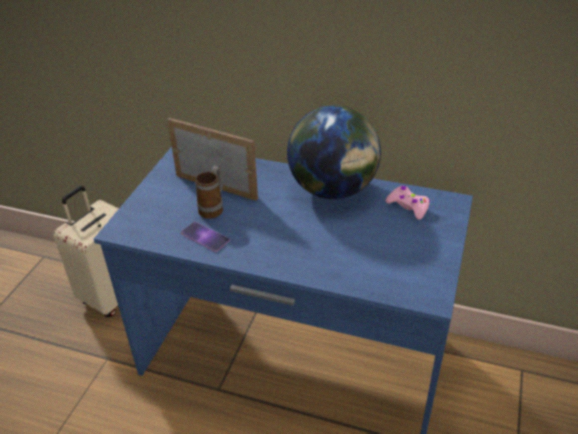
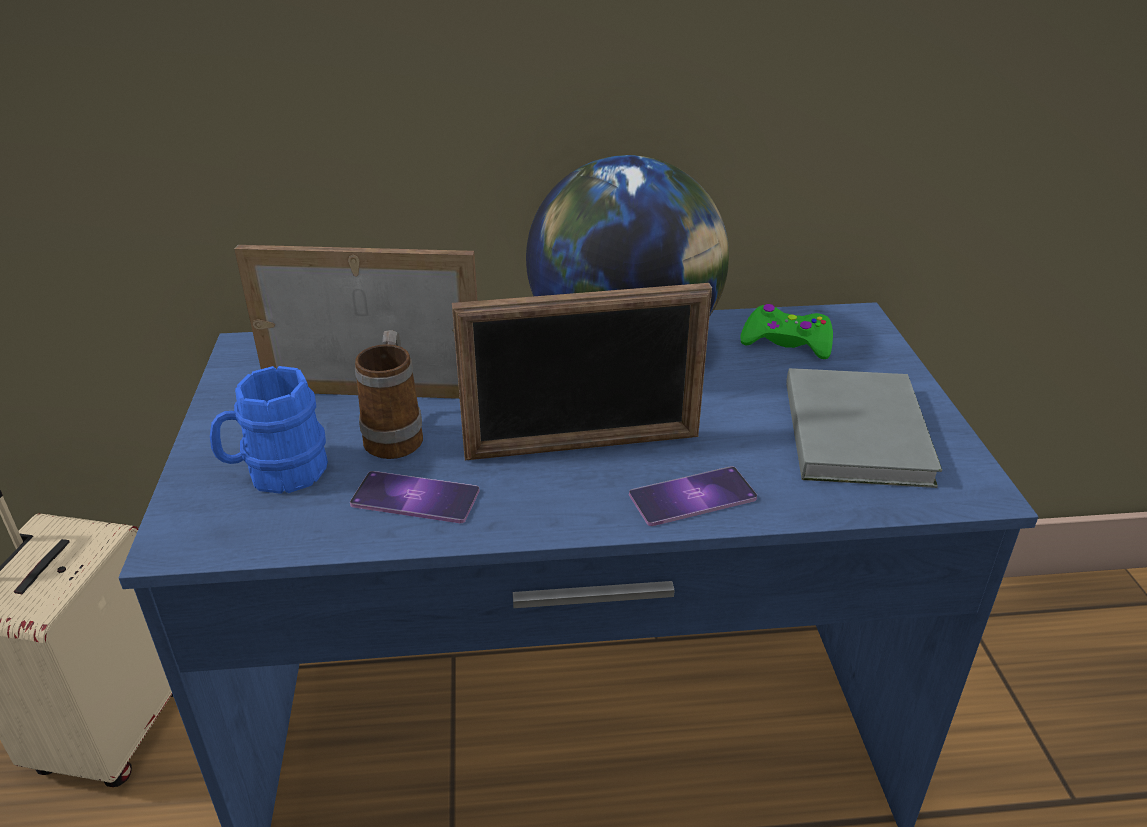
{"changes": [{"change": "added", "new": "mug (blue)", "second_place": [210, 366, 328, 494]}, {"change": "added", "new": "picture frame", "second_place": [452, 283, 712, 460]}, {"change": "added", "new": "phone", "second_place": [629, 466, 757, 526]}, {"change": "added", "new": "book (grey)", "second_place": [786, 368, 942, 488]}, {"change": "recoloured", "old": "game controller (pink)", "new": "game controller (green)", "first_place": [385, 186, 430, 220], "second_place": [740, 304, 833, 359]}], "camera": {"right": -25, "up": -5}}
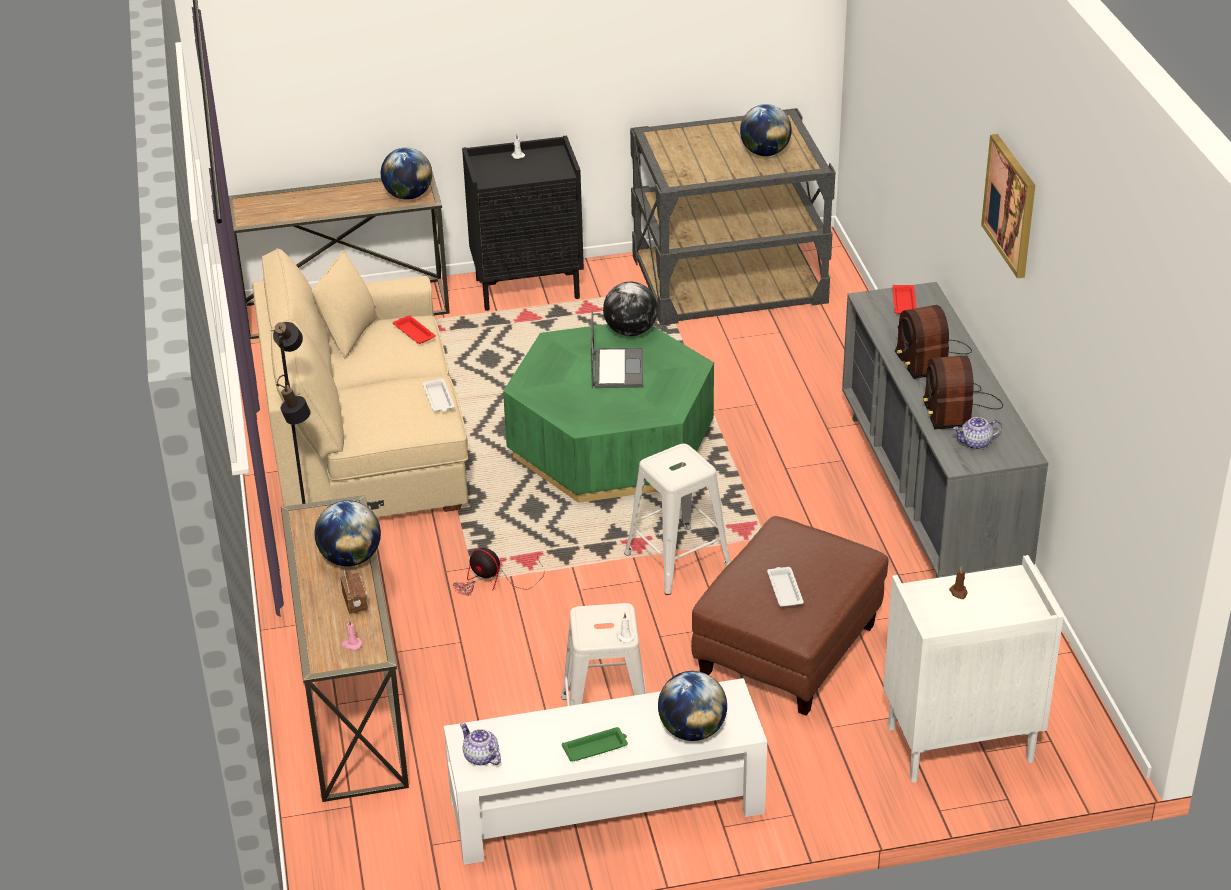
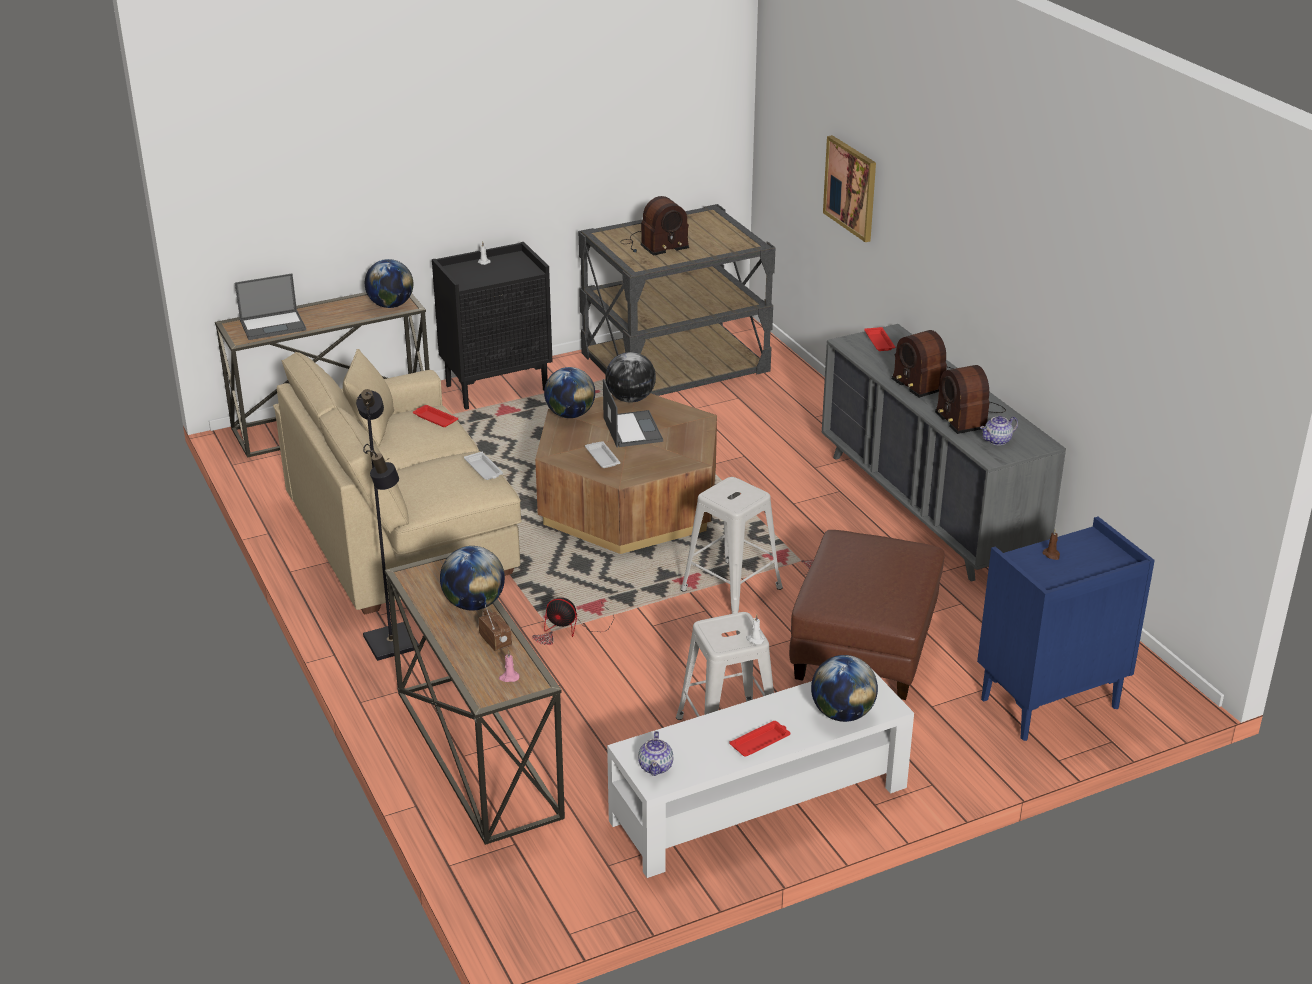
{"changes": [{"change": "added", "new": "laptop", "second_place": [235, 274, 306, 340]}, {"change": "added", "new": "radio", "second_place": [621, 196, 689, 256]}, {"change": "moved", "old": "globe", "first_place": [740, 104, 792, 156], "second_place": [544, 367, 595, 418]}, {"change": "moved", "old": "tray (white)", "first_place": [767, 567, 804, 607], "second_place": [585, 441, 620, 468]}, {"change": "moved", "old": "picture", "first_place": [981, 134, 1035, 279], "second_place": [823, 135, 876, 242]}, {"change": "recoloured", "old": "coffee table (green)", "new": "coffee table (brown)", "first_place": [503, 324, 714, 503], "second_place": [535, 393, 717, 554]}, {"change": "recoloured", "old": "tray (green)", "new": "tray (red)", "first_place": [562, 727, 628, 762], "second_place": [729, 721, 790, 756]}, {"change": "recoloured", "old": "cabinet (white)", "new": "cabinet (blue)", "first_place": [883, 555, 1063, 782], "second_place": [977, 516, 1155, 741]}, {"change": "turned", "old": "teapot", "first_place": [460, 723, 501, 766], "second_place": [638, 731, 673, 776], "degrees": -120}], "camera": {"right": -15, "up": -5}}
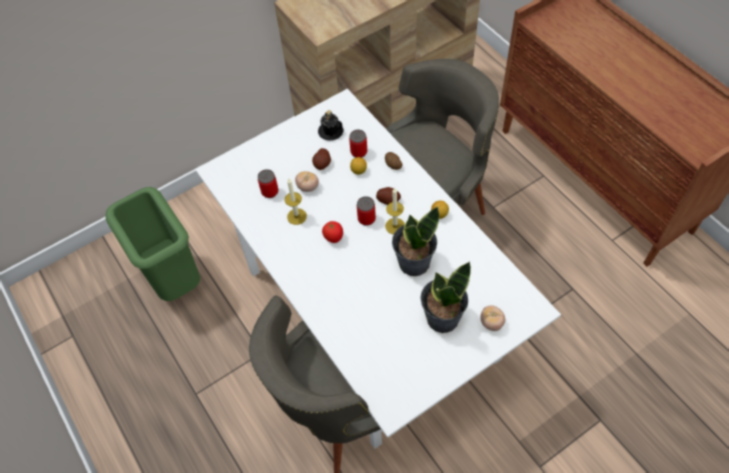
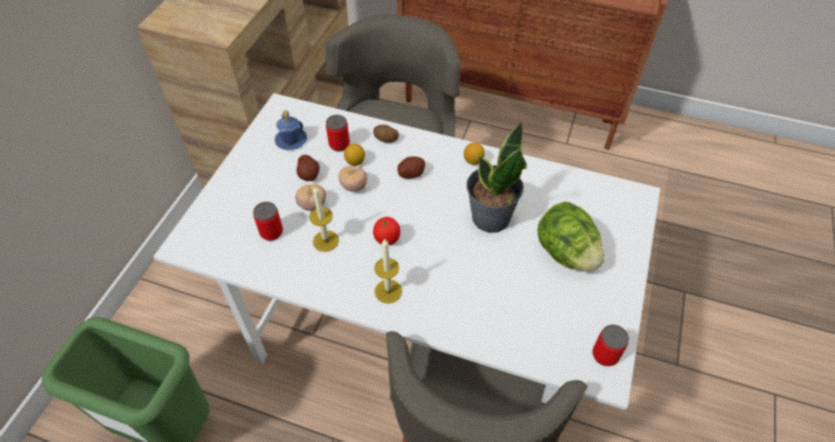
{"changes": [{"change": "moved", "old": "can", "first_place": [357, 196, 376, 226], "second_place": [592, 325, 629, 366]}, {"change": "moved", "old": "candle", "first_place": [385, 188, 405, 235], "second_place": [374, 238, 402, 304]}, {"change": "moved", "old": "tomato", "first_place": [480, 305, 505, 331], "second_place": [339, 166, 367, 192]}, {"change": "replaced", "old": "potted plant", "new": "lettuce", "first_place": [420, 262, 471, 333], "second_place": [538, 202, 604, 271]}, {"change": "recoloured", "old": "mug (black)", "new": "mug (blue)", "first_place": [318, 110, 343, 141], "second_place": [275, 110, 307, 150]}], "camera": {"right": -40, "up": -5}}
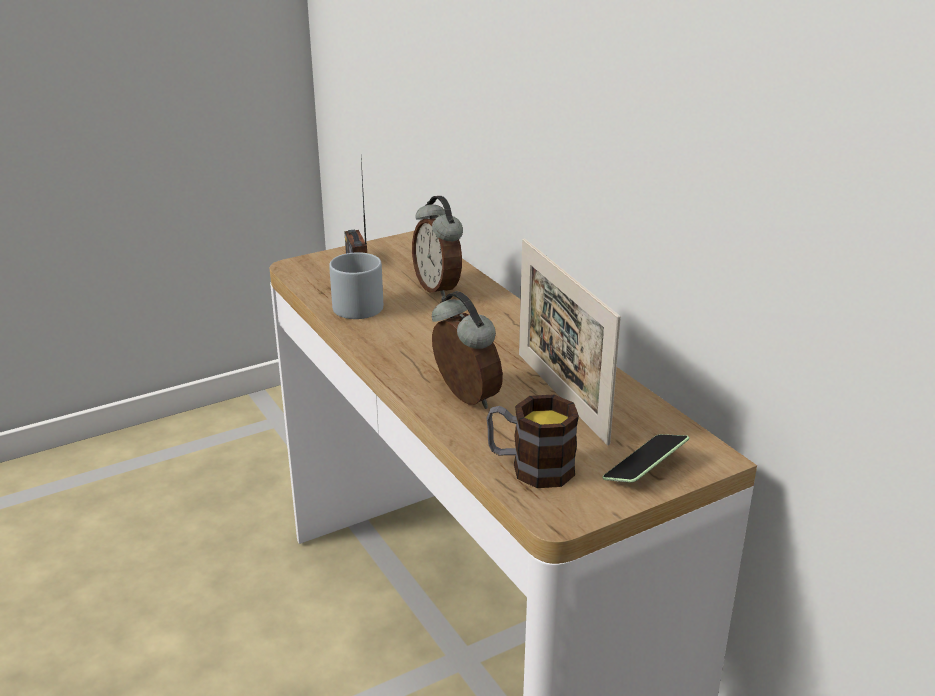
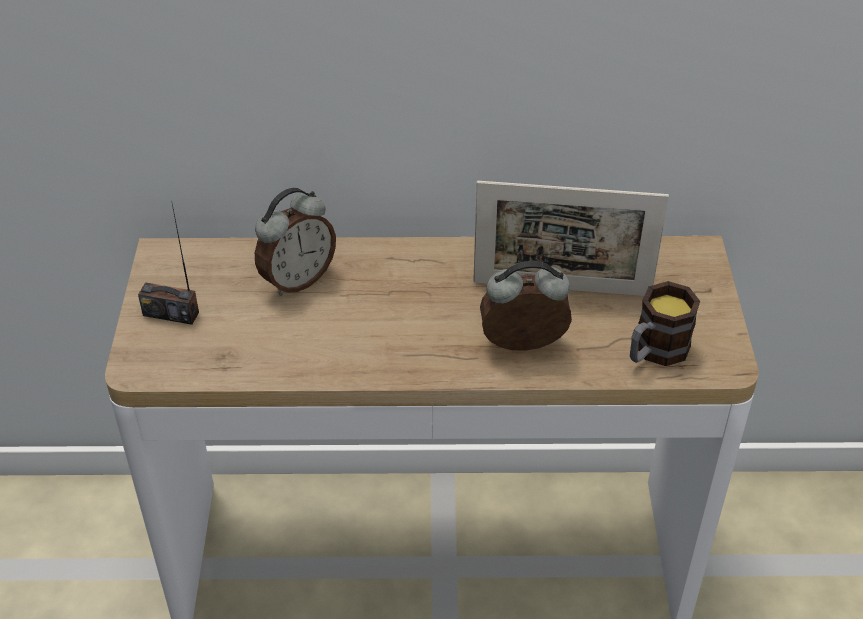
{"changes": [{"change": "removed", "old": "mug (grey)", "first_place": [329, 252, 383, 319]}, {"change": "removed", "old": "phone", "first_place": [603, 434, 689, 483]}, {"change": "turned", "old": "alarm clock", "first_place": [412, 196, 463, 297], "second_place": [255, 188, 336, 296], "degrees": -45}], "camera": {"right": -60, "up": 15}}
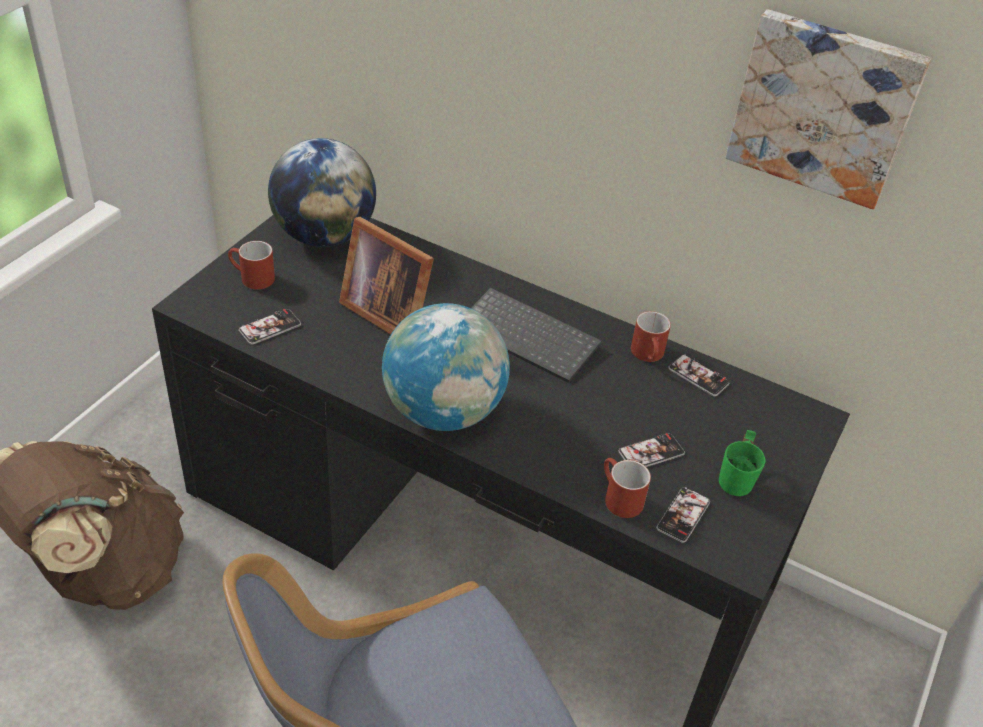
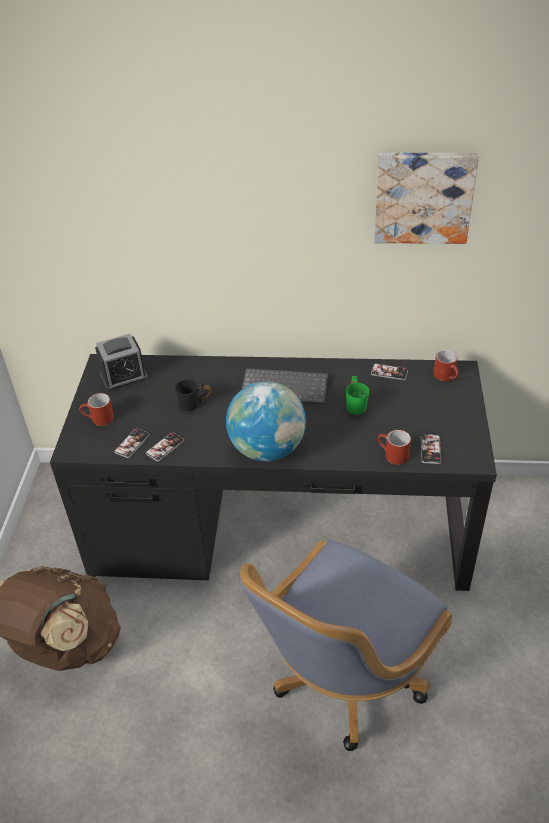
{"changes": [{"change": "moved", "old": "phone", "first_place": [619, 433, 685, 467], "second_place": [146, 432, 184, 461]}, {"change": "moved", "old": "mug (red)", "first_place": [631, 311, 671, 362], "second_place": [434, 350, 459, 381]}, {"change": "moved", "old": "mug (green)", "first_place": [719, 430, 765, 496], "second_place": [346, 376, 369, 415]}, {"change": "replaced", "old": "globe", "new": "alarm clock", "first_place": [268, 138, 376, 247], "second_place": [95, 334, 148, 392]}, {"change": "replaced", "old": "picture frame", "new": "mug (black)", "first_place": [339, 217, 434, 334], "second_place": [175, 379, 212, 411]}], "camera": {"right": -20, "up": 0}}
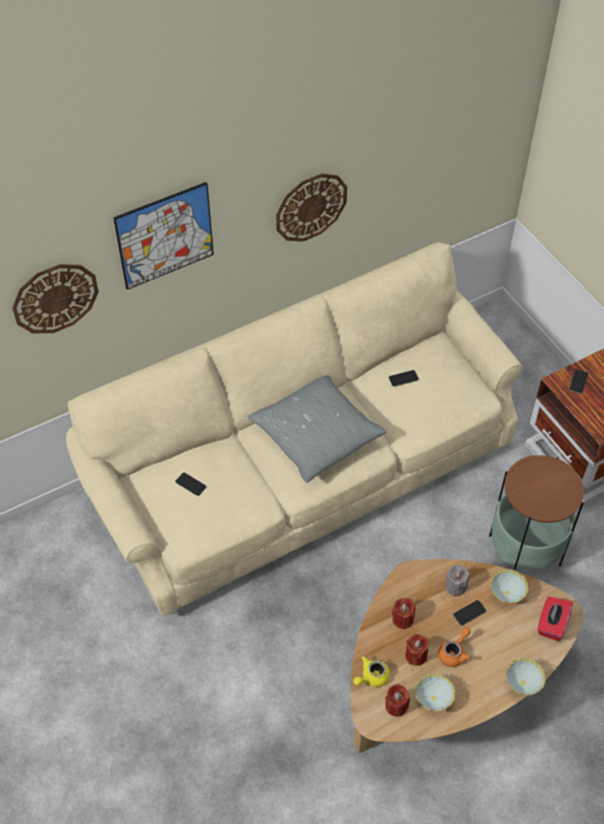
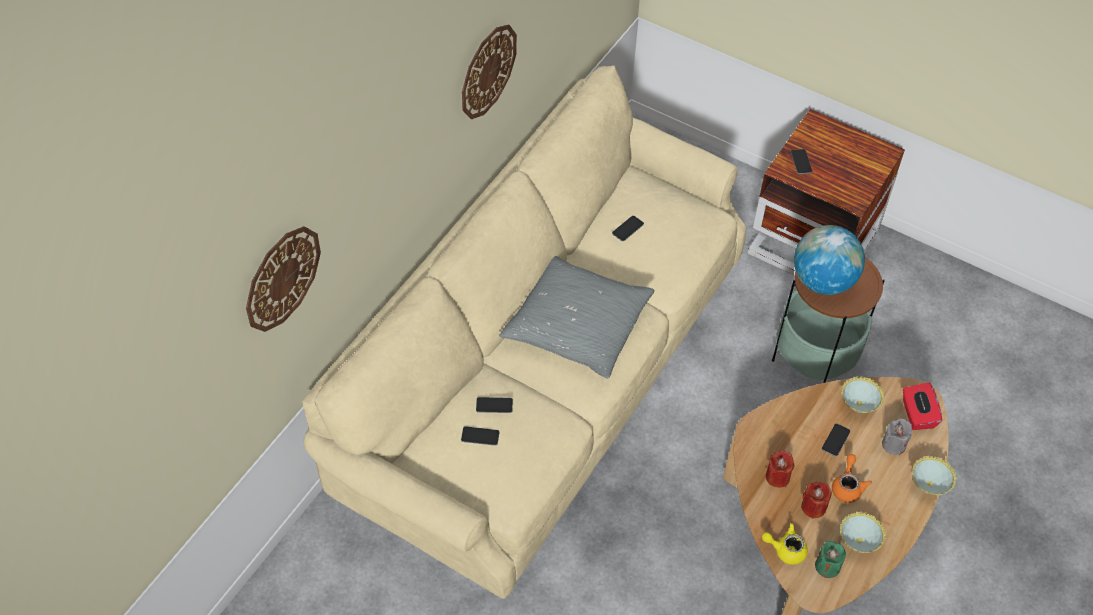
{"changes": [{"change": "removed", "old": "picture", "first_place": [113, 182, 214, 290]}, {"change": "added", "new": "phone", "second_place": [476, 397, 513, 413]}, {"change": "added", "new": "globe", "second_place": [794, 225, 865, 295]}, {"change": "moved", "old": "candle (grey)", "first_place": [445, 565, 469, 597], "second_place": [882, 418, 912, 456]}, {"change": "recoloured", "old": "candle (red)", "new": "candle (green)", "first_place": [385, 684, 410, 717], "second_place": [815, 541, 846, 578]}, {"change": "turned", "old": "teapot (yellow)", "first_place": [353, 656, 390, 687], "second_place": [762, 523, 808, 565], "degrees": 75}], "camera": {"right": -30, "up": 0}}
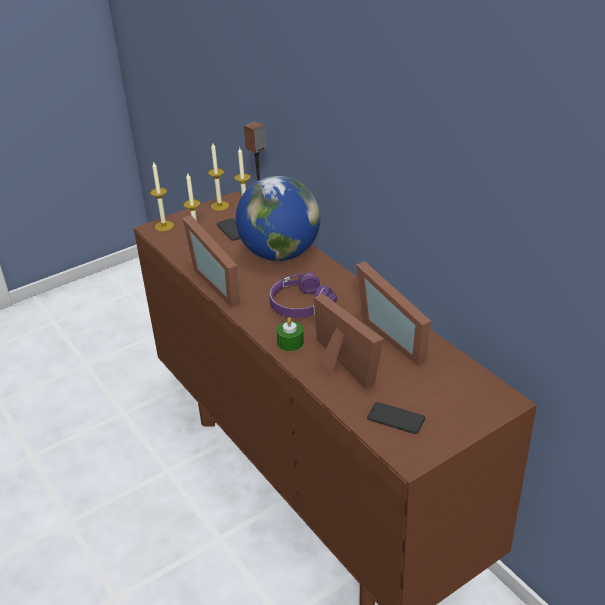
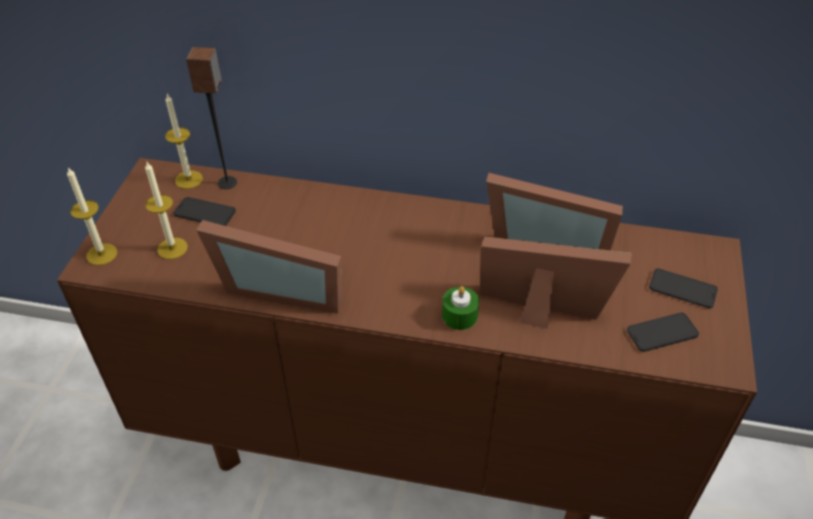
{"changes": [{"change": "removed", "old": "candle", "first_place": [208, 143, 229, 211]}, {"change": "removed", "old": "globe", "first_place": [236, 176, 320, 261]}, {"change": "removed", "old": "headphones (purple)", "first_place": [269, 273, 337, 318]}, {"change": "added", "new": "phone", "second_place": [649, 269, 718, 308]}], "camera": {"right": -45, "up": 10}}
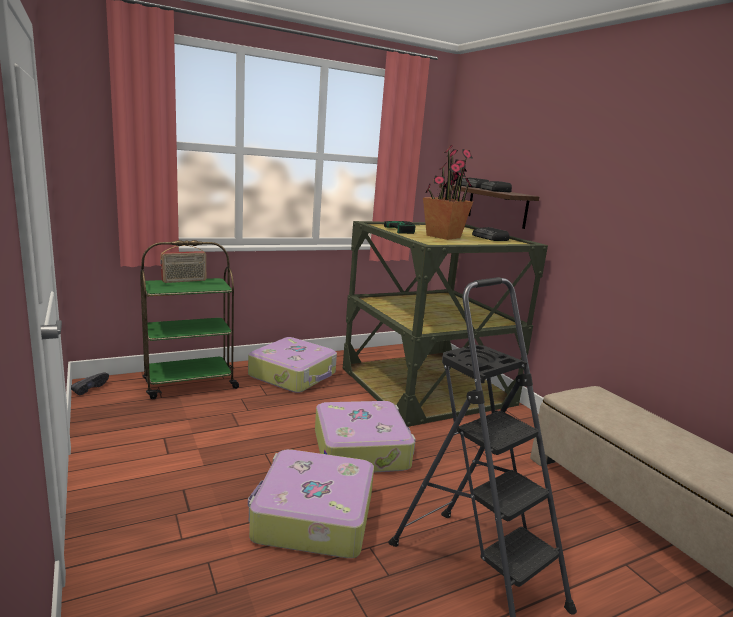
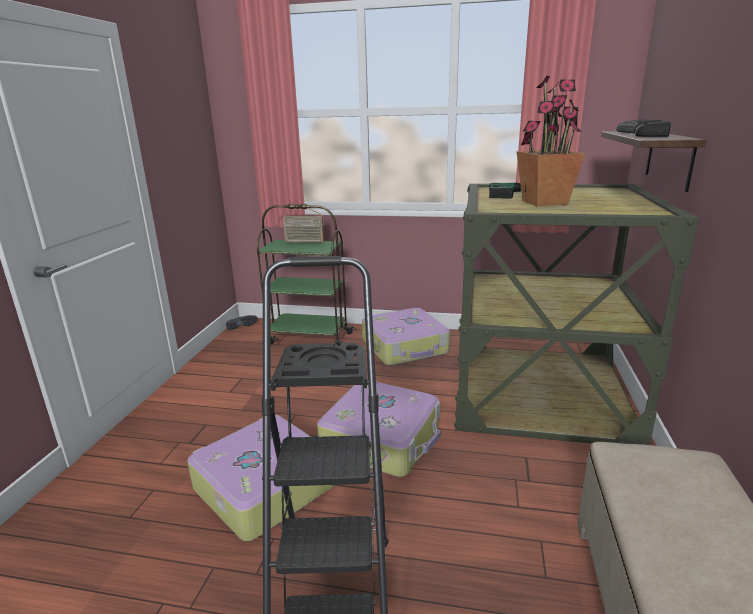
{"changes": [{"change": "removed", "old": "radio", "first_place": [472, 227, 509, 241]}], "camera": {"right": 40, "up": 5}}
